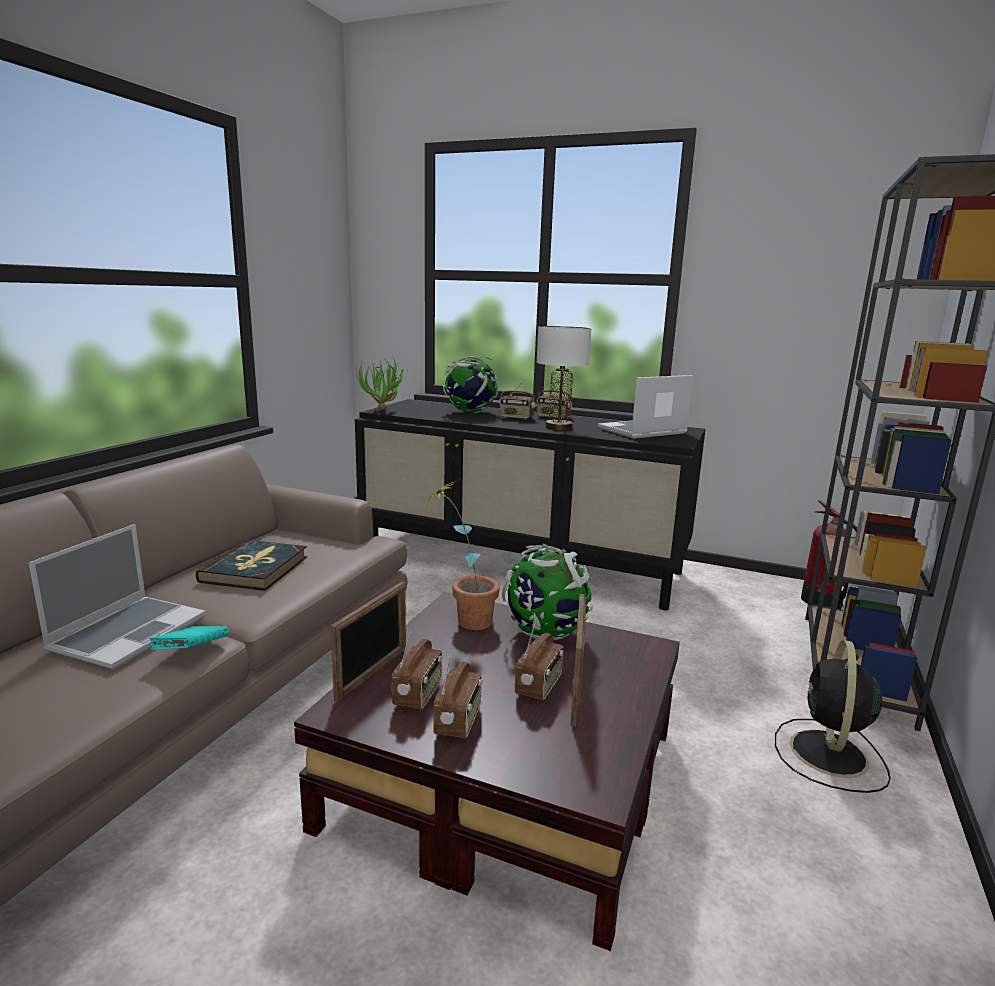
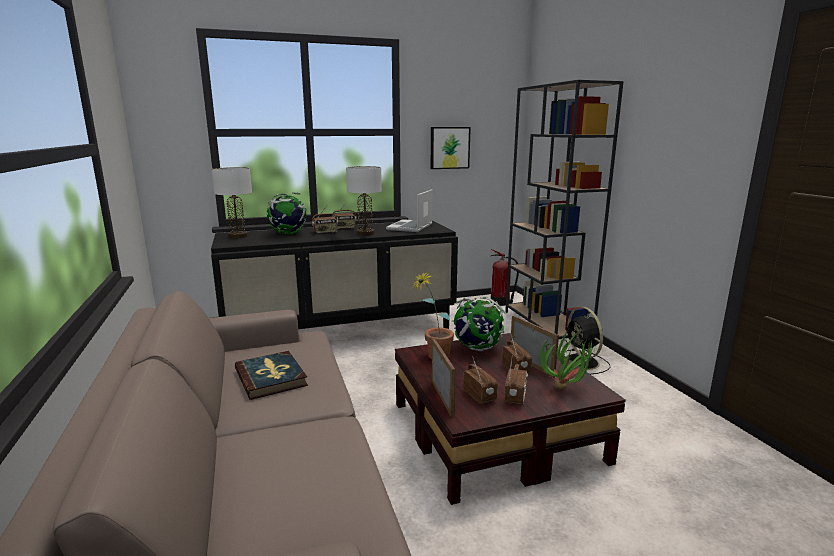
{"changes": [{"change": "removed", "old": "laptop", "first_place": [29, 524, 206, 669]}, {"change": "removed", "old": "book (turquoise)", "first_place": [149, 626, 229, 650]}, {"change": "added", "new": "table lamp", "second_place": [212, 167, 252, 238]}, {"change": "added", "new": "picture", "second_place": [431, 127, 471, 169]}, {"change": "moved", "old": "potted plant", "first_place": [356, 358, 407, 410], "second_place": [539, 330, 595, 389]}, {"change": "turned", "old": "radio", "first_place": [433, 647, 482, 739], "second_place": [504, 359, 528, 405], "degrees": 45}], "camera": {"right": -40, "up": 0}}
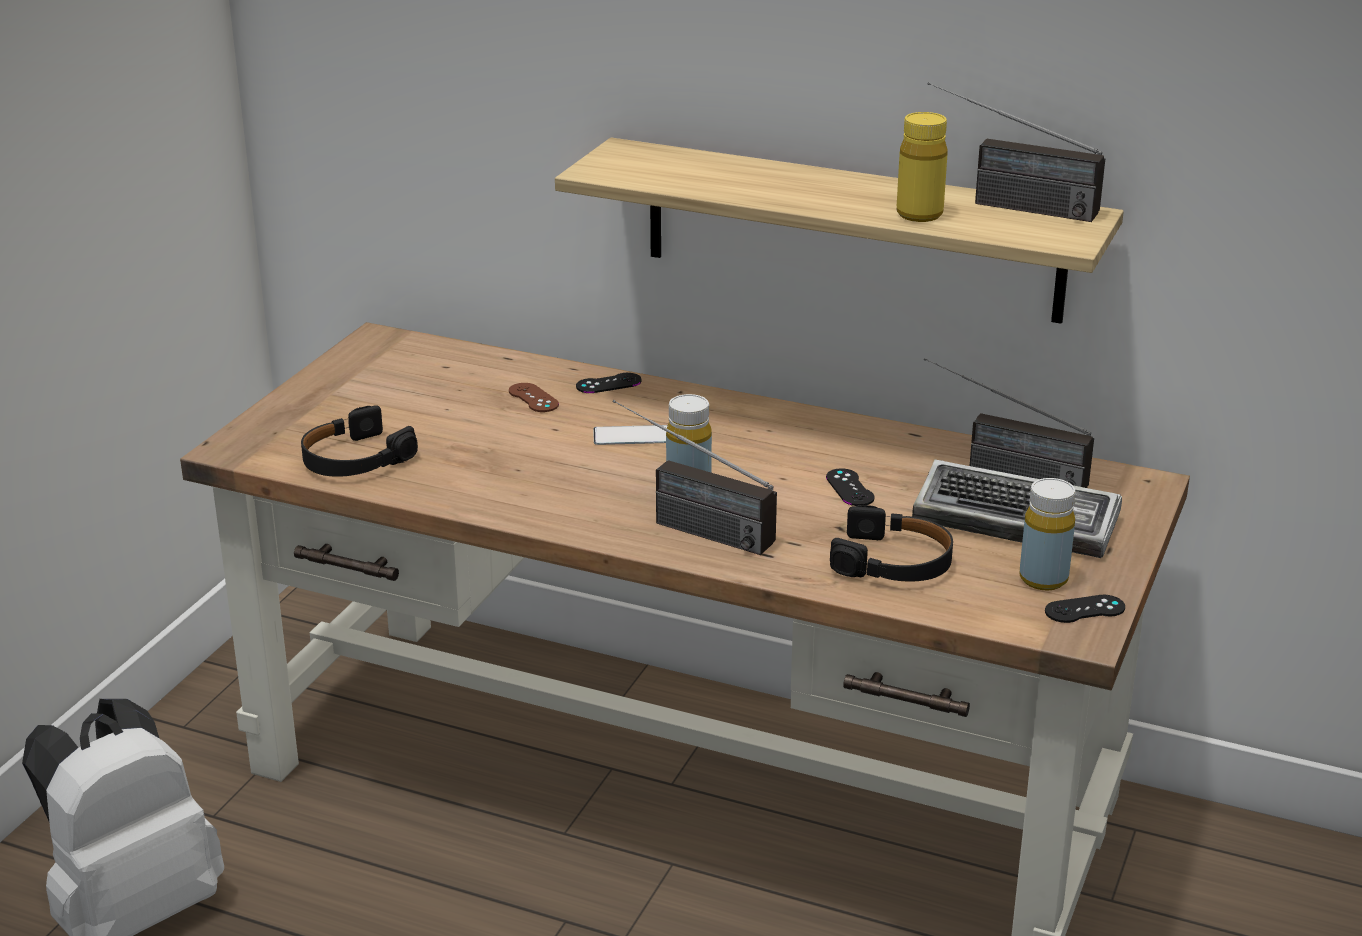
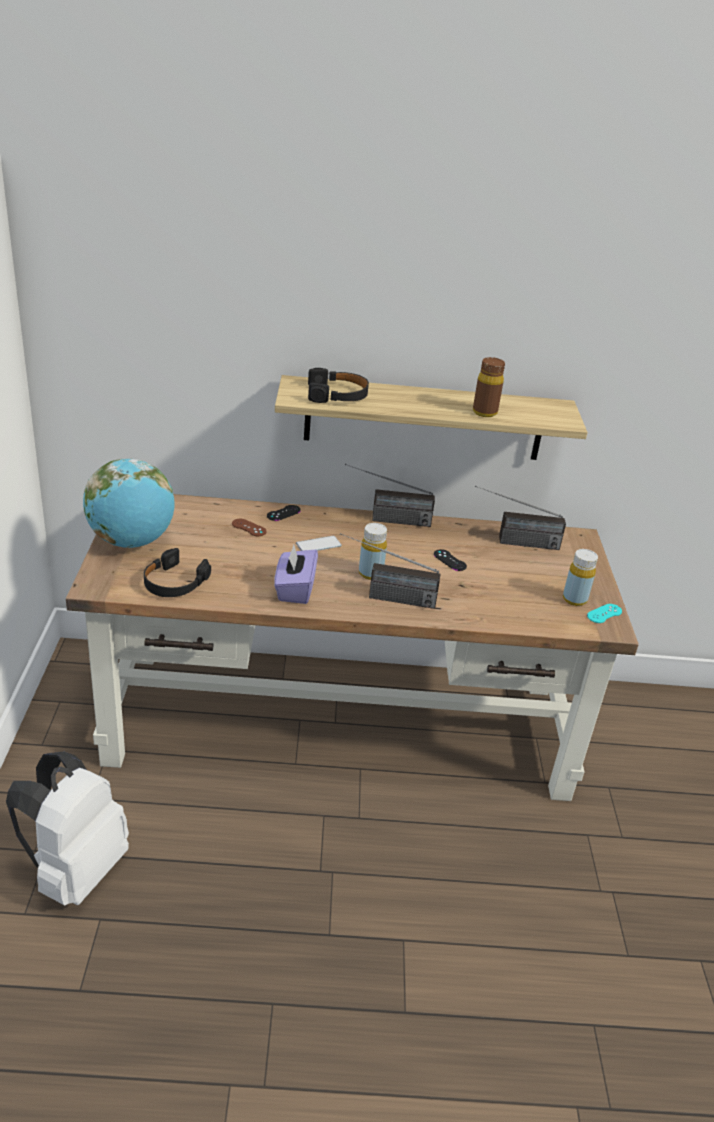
{"changes": [{"change": "removed", "old": "keyboard", "first_place": [912, 459, 1122, 558]}, {"change": "added", "new": "globe", "second_place": [83, 458, 174, 548]}, {"change": "added", "new": "tissue box (purple)", "second_place": [274, 545, 318, 604]}, {"change": "moved", "old": "headphones (black)", "first_place": [830, 505, 953, 582], "second_place": [308, 368, 369, 403]}, {"change": "moved", "old": "radio", "first_place": [927, 82, 1105, 222], "second_place": [345, 464, 435, 527]}, {"change": "recoloured", "old": "bottle (yellow)", "new": "bottle (brown)", "first_place": [897, 112, 948, 222], "second_place": [473, 357, 505, 417]}, {"change": "recoloured", "old": "game controller (black)", "new": "game controller (turquoise)", "first_place": [1045, 595, 1125, 623], "second_place": [587, 604, 622, 623]}], "camera": {"right": -25, "up": 5}}
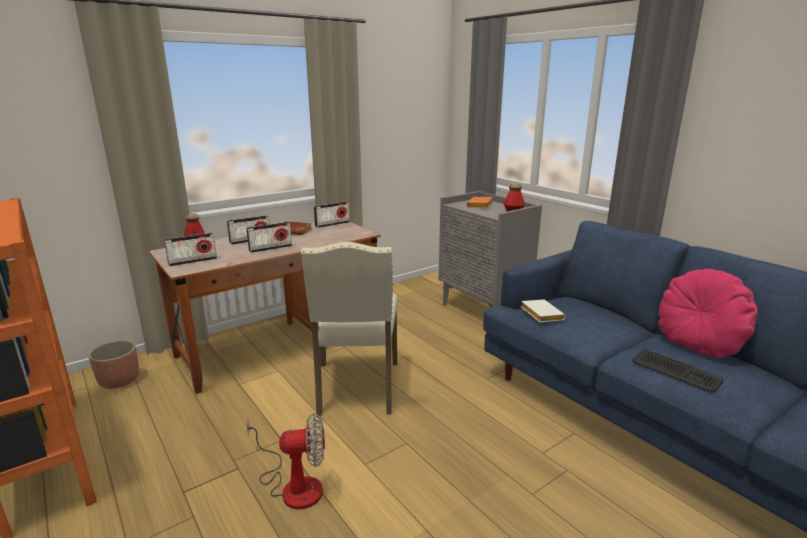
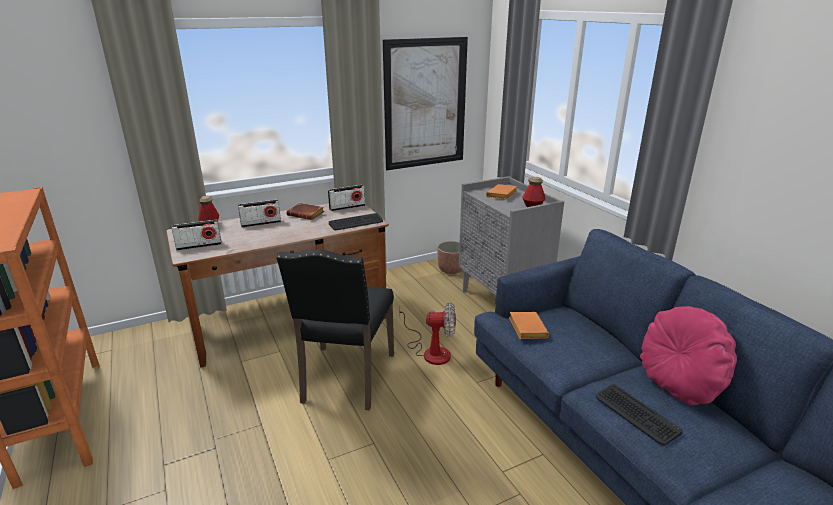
{"changes": [{"change": "removed", "old": "radio", "first_place": [246, 222, 292, 253]}, {"change": "added", "new": "keyboard", "second_place": [329, 213, 383, 230]}, {"change": "added", "new": "picture", "second_place": [383, 37, 468, 170]}, {"change": "moved", "old": "planter", "first_place": [88, 340, 139, 389], "second_place": [438, 241, 463, 274]}, {"change": "moved", "old": "fan", "first_place": [246, 413, 325, 510], "second_place": [399, 302, 456, 365]}, {"change": "recoloured", "old": "chair (beige)", "new": "chair (black)", "first_place": [301, 242, 398, 416], "second_place": [276, 249, 394, 411]}, {"change": "recoloured", "old": "book (white)", "new": "book (orange)", "first_place": [521, 299, 565, 322], "second_place": [509, 312, 549, 339]}], "camera": {"right": 10, "up": 5}}
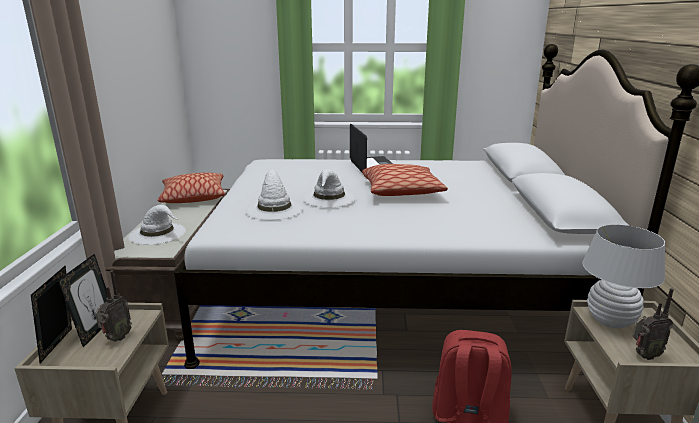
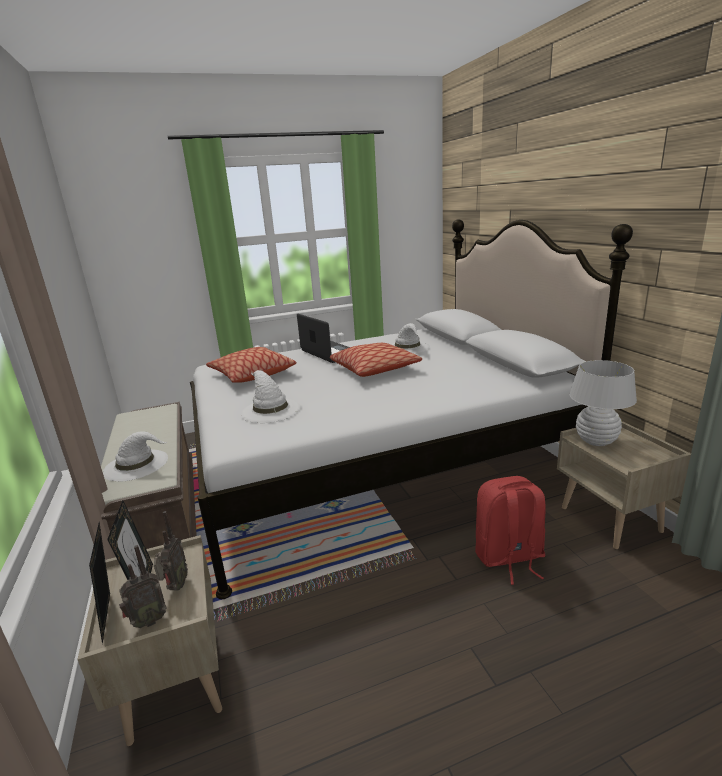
{"changes": [{"change": "moved", "old": "pillow", "first_place": [157, 172, 225, 203], "second_place": [206, 347, 297, 383]}, {"change": "moved", "old": "hat (white)", "first_place": [302, 169, 356, 207], "second_place": [391, 323, 430, 354]}, {"change": "moved", "old": "radio", "first_place": [633, 288, 674, 360], "second_place": [119, 545, 167, 628]}], "camera": {"right": -20, "up": 0}}
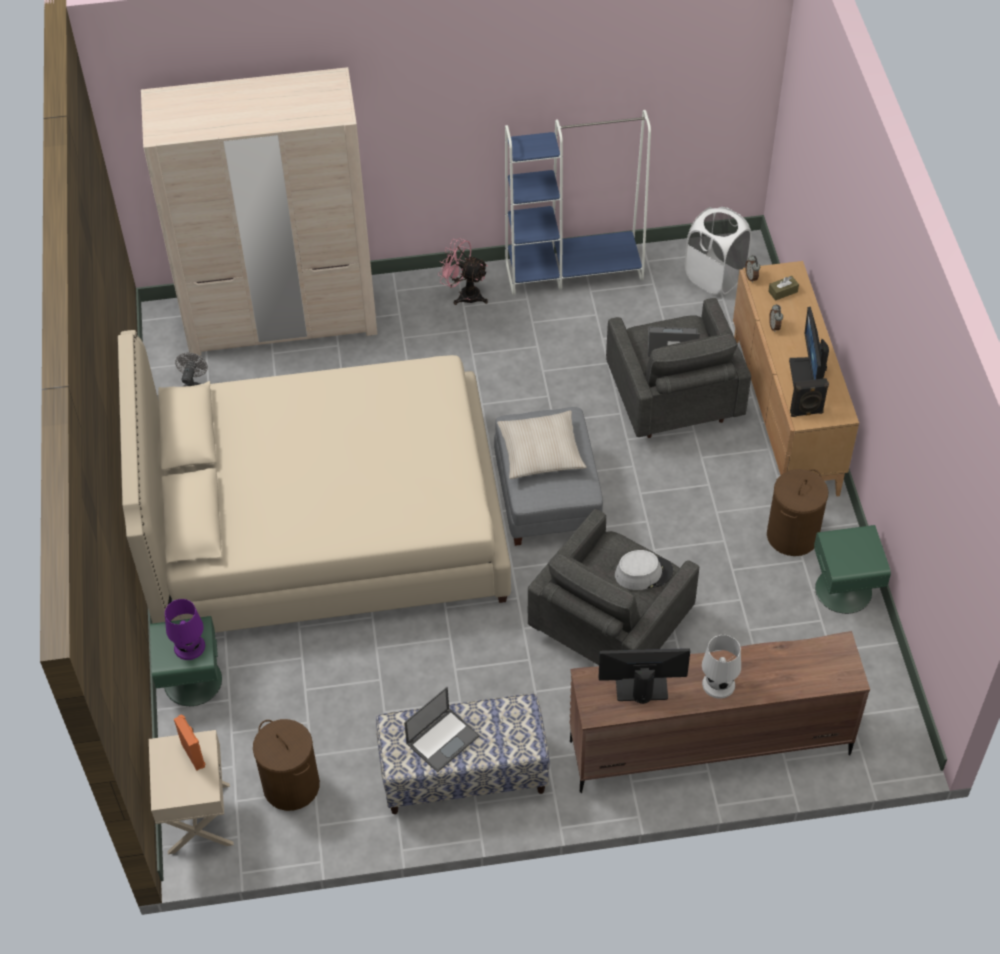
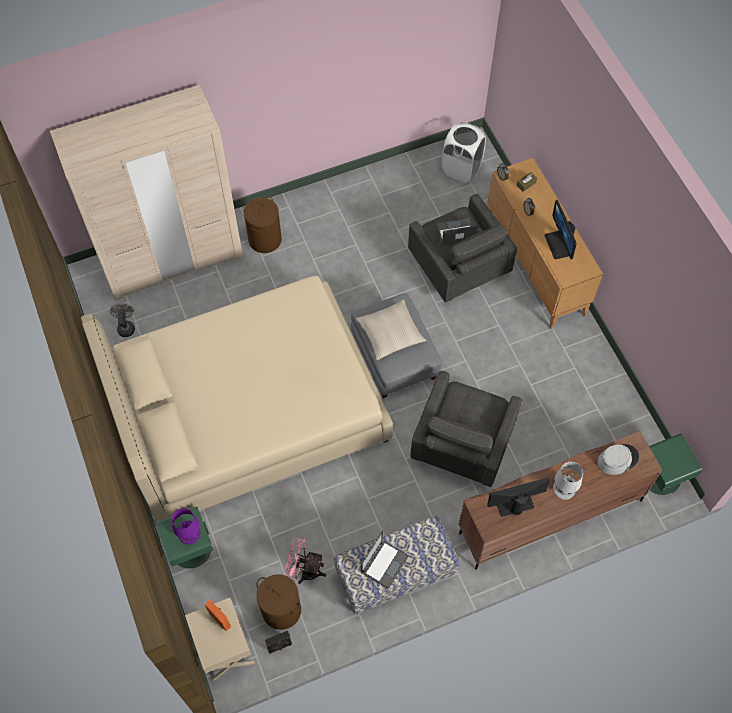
{"changes": [{"change": "removed", "old": "clothes rack (blue)", "first_place": [505, 110, 651, 295]}, {"change": "moved", "old": "fan (pink)", "first_place": [438, 238, 488, 305], "second_place": [285, 538, 326, 584]}, {"change": "moved", "old": "hat (grey)", "first_place": [615, 550, 673, 590], "second_place": [598, 444, 639, 475]}, {"change": "moved", "old": "laundry basket (brown)", "first_place": [767, 469, 829, 556], "second_place": [244, 196, 282, 253]}, {"change": "moved", "old": "speaker (black)", "first_place": [790, 378, 829, 417], "second_place": [265, 631, 292, 654]}, {"change": "moved", "old": "nightstand (green)", "first_place": [814, 525, 891, 614], "second_place": [649, 434, 703, 495]}], "camera": {"right": -15, "up": 10}}
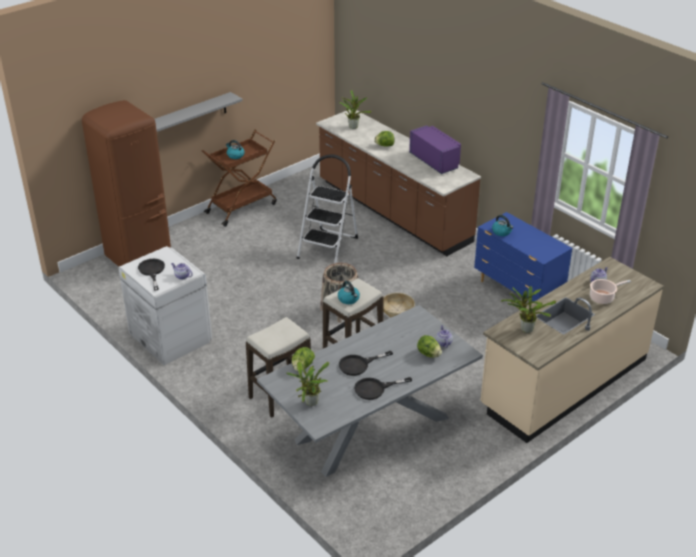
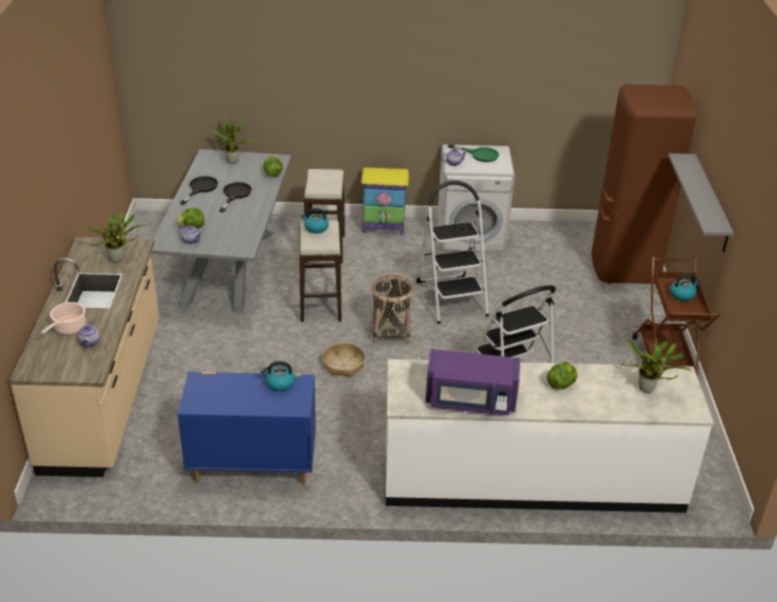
{"changes": [{"change": "added", "new": "nightstand", "second_place": [361, 167, 409, 235]}, {"change": "added", "new": "step ladder", "second_place": [416, 181, 489, 324]}, {"change": "recoloured", "old": "frying pan (black)", "new": "frying pan (green)", "first_place": [138, 259, 165, 291], "second_place": [448, 144, 499, 162]}, {"change": "recoloured", "old": "counter (brown)", "new": "counter (white)", "first_place": [316, 110, 481, 256], "second_place": [385, 359, 714, 513]}], "camera": {"right": 130, "up": 0}}
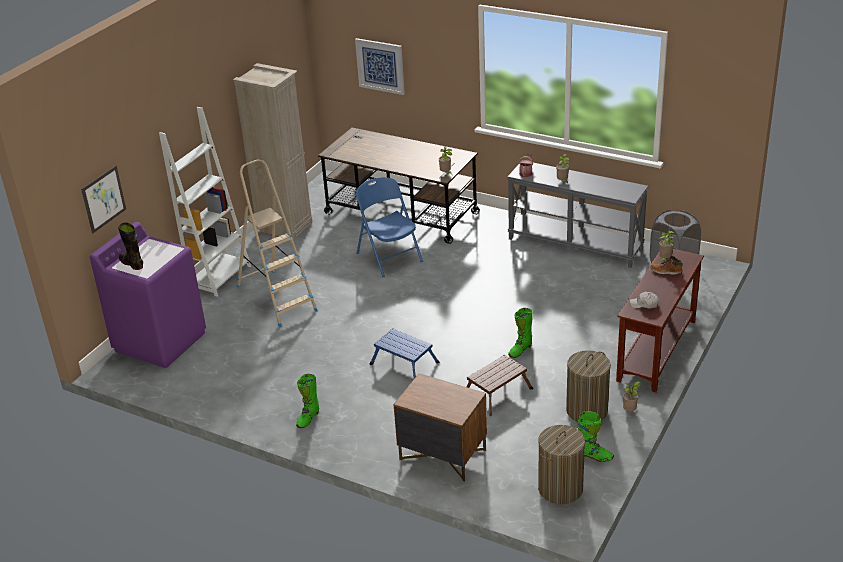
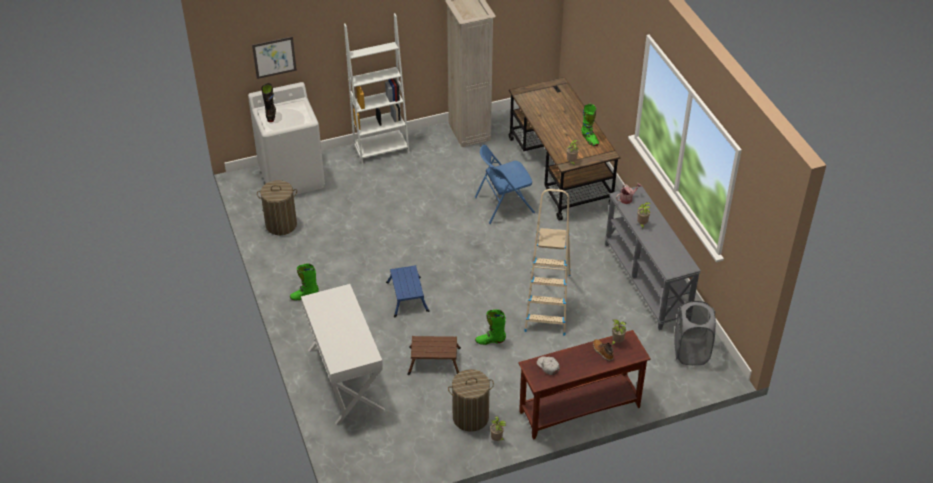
{"changes": [{"change": "removed", "old": "picture", "first_place": [355, 38, 405, 95]}, {"change": "moved", "old": "step ladder (beige)", "first_place": [237, 160, 318, 327], "second_place": [524, 189, 571, 335]}, {"change": "moved", "old": "laundry basket", "first_place": [538, 425, 585, 504], "second_place": [257, 180, 297, 235]}, {"change": "moved", "old": "boot (green)", "first_place": [577, 411, 614, 462], "second_place": [581, 104, 599, 146]}, {"change": "replaced", "old": "nightstand (brown)", "new": "console table (white)", "first_place": [393, 373, 487, 482], "second_place": [301, 284, 385, 425]}, {"change": "recoloured", "old": "washing machine (purple)", "new": "washing machine (white)", "first_place": [90, 222, 206, 368], "second_place": [248, 82, 325, 195]}, {"change": "turned", "old": "chair (blue)", "first_place": [356, 177, 423, 277], "second_place": [475, 145, 535, 224], "degrees": -120}], "camera": {"right": 40, "up": 10}}
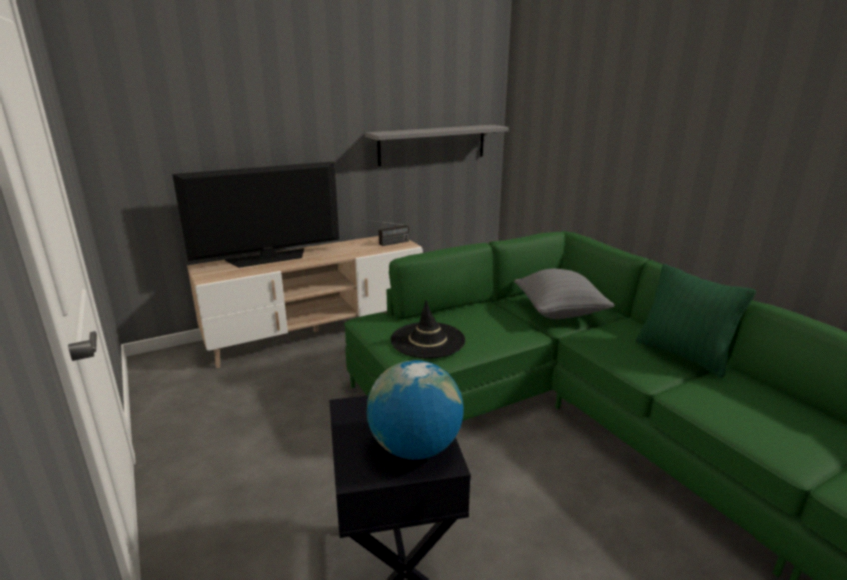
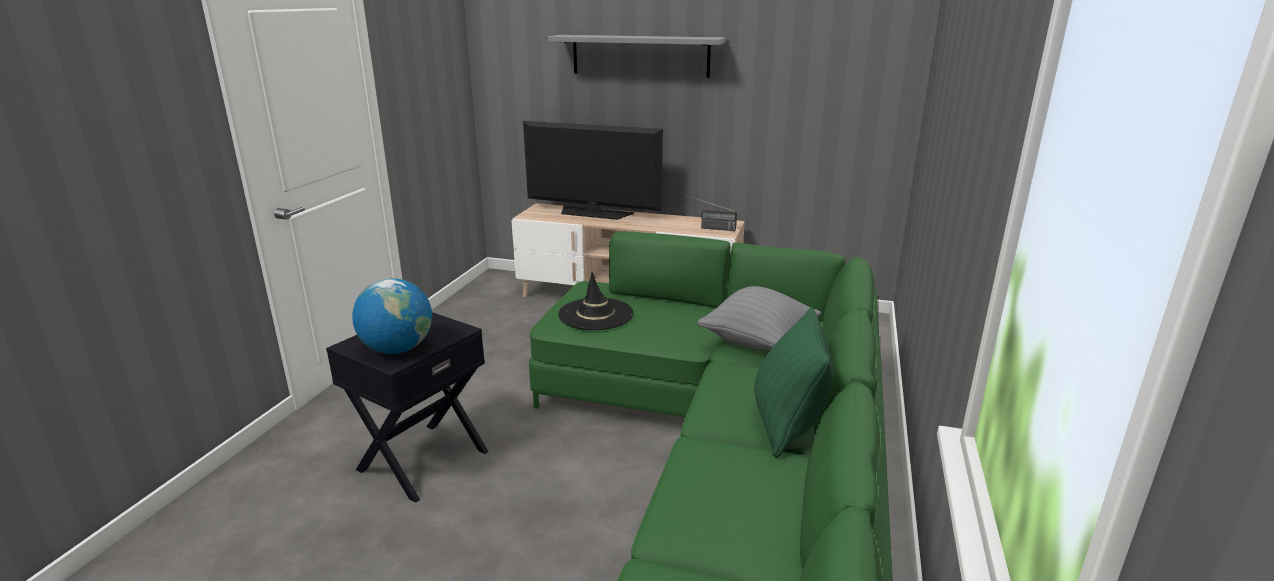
{"changes": [{"change": "moved", "old": "shelf (grey)", "first_place": [365, 125, 509, 166], "second_place": [548, 35, 726, 78]}], "camera": {"right": 45, "up": 0}}
